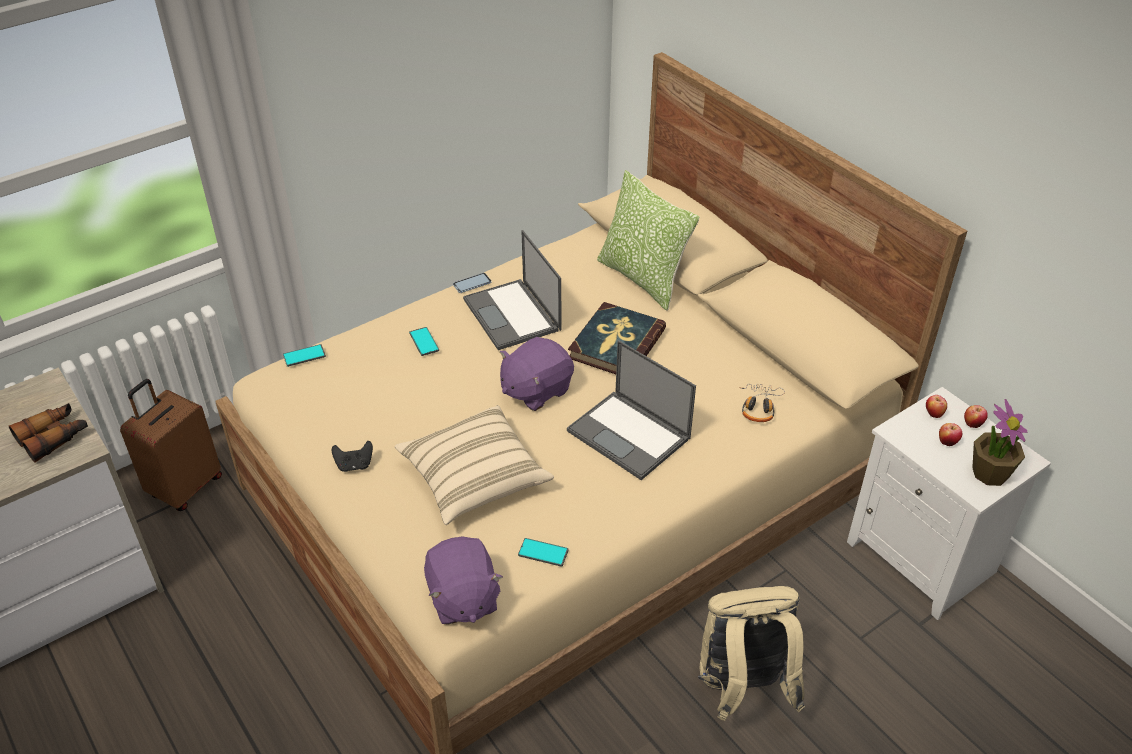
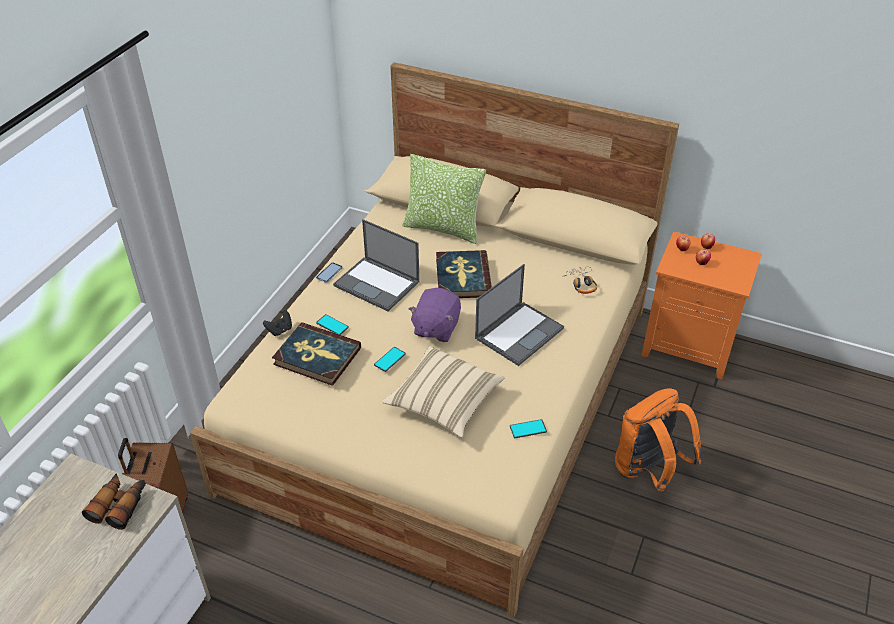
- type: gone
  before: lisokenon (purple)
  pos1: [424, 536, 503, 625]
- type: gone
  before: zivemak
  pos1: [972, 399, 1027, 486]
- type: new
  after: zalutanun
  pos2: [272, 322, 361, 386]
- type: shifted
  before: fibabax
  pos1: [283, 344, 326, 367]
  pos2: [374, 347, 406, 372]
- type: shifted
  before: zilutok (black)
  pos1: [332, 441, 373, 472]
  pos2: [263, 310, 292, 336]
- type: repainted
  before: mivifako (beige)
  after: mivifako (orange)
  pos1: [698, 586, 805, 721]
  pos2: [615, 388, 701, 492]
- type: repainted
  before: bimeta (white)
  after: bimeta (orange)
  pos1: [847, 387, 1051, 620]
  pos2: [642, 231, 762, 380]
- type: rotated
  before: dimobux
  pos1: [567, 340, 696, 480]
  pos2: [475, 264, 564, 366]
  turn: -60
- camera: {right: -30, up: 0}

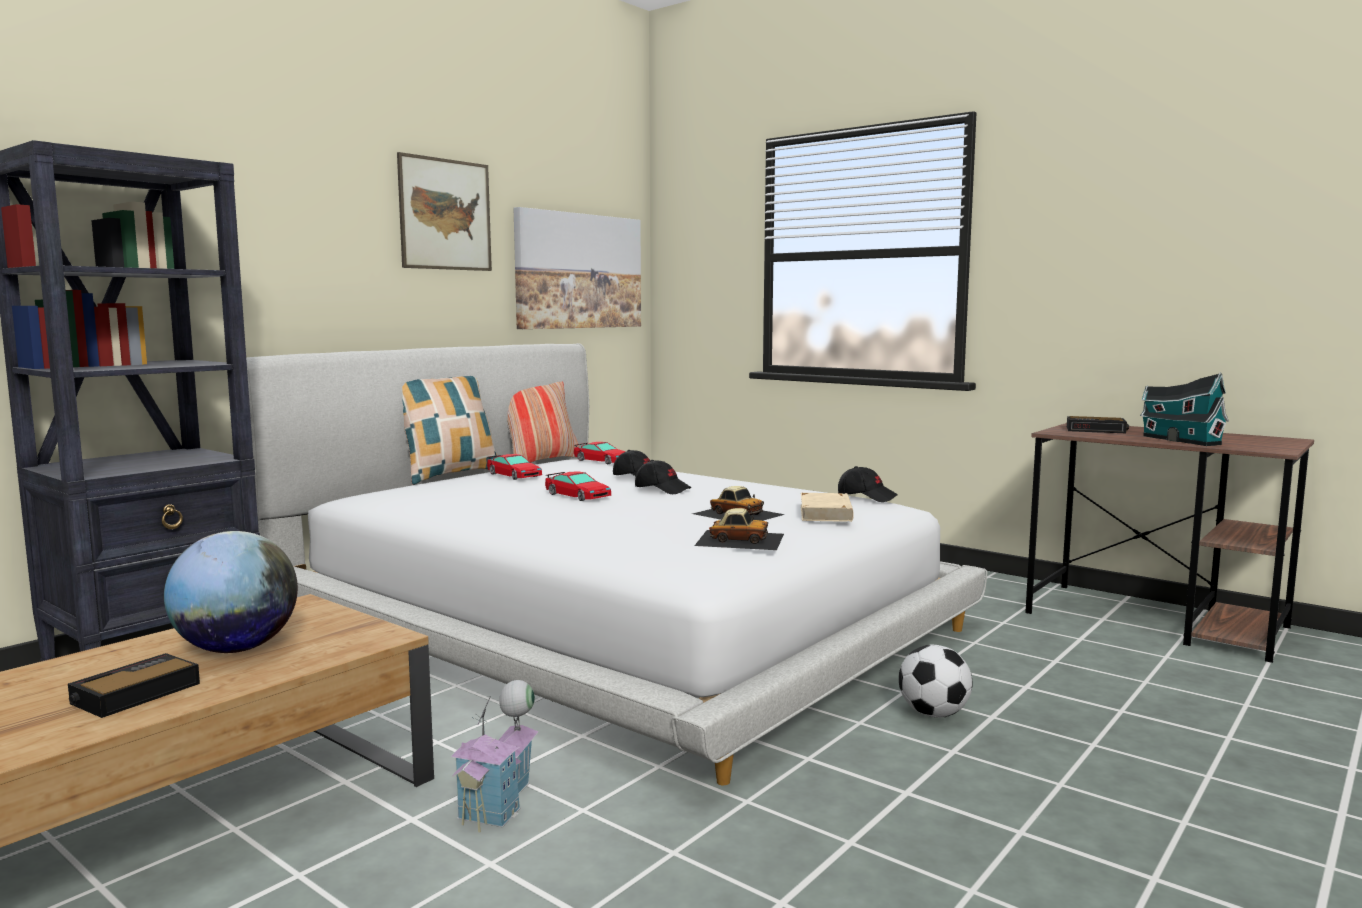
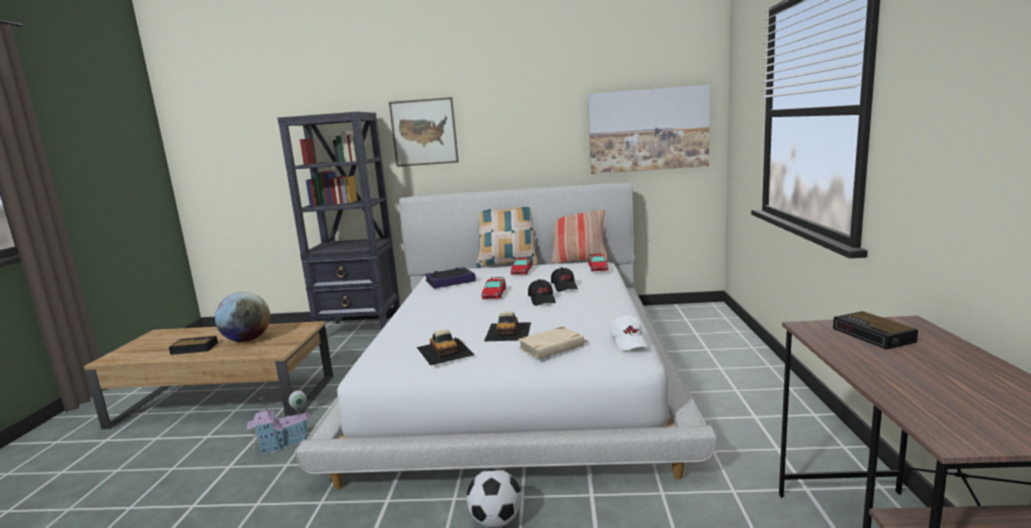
- type: gone
  before: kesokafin
  pos1: [1140, 372, 1229, 446]
- type: new
  after: zalutanun
  pos2: [425, 267, 476, 289]
- type: shifted
  before: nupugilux
  pos1: [397, 152, 492, 271]
  pos2: [389, 97, 459, 167]
- type: repainted
  before: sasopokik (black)
  after: sasopokik (white)
  pos1: [838, 466, 898, 502]
  pos2: [610, 315, 648, 350]
- camera: {right: 55, up: 5}

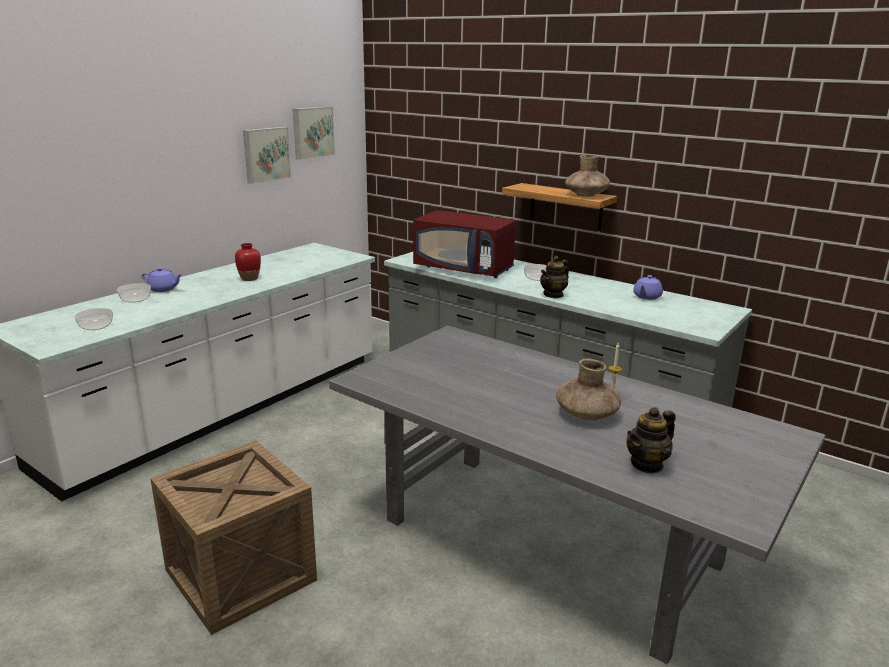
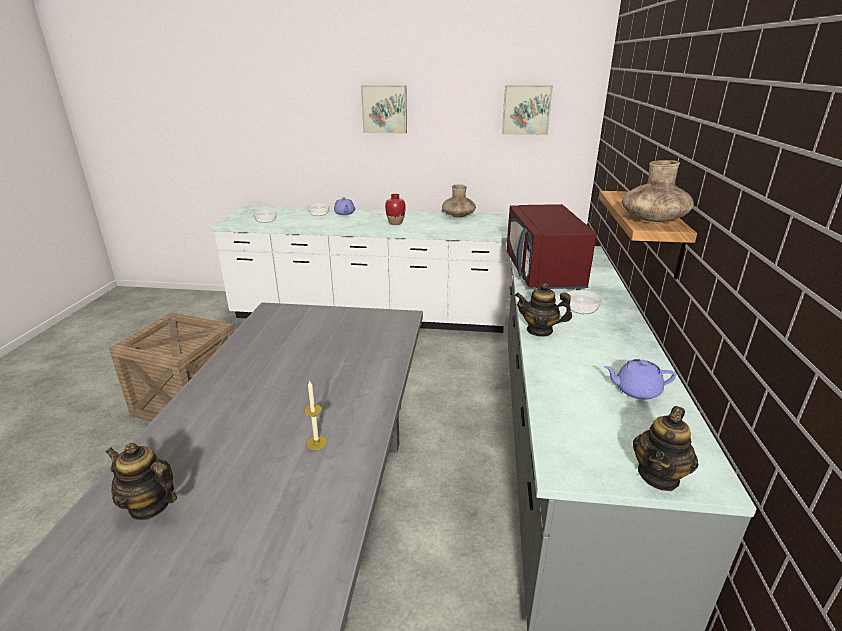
- type: new
  after: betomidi
  pos2: [633, 406, 698, 491]
- type: shifted
  before: nupugilux
  pos1: [243, 127, 291, 184]
  pos2: [361, 85, 407, 134]
- type: shifted
  before: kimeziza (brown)
  pos1: [556, 358, 621, 420]
  pos2: [442, 184, 476, 218]
- camera: {right: 60, up: 5}

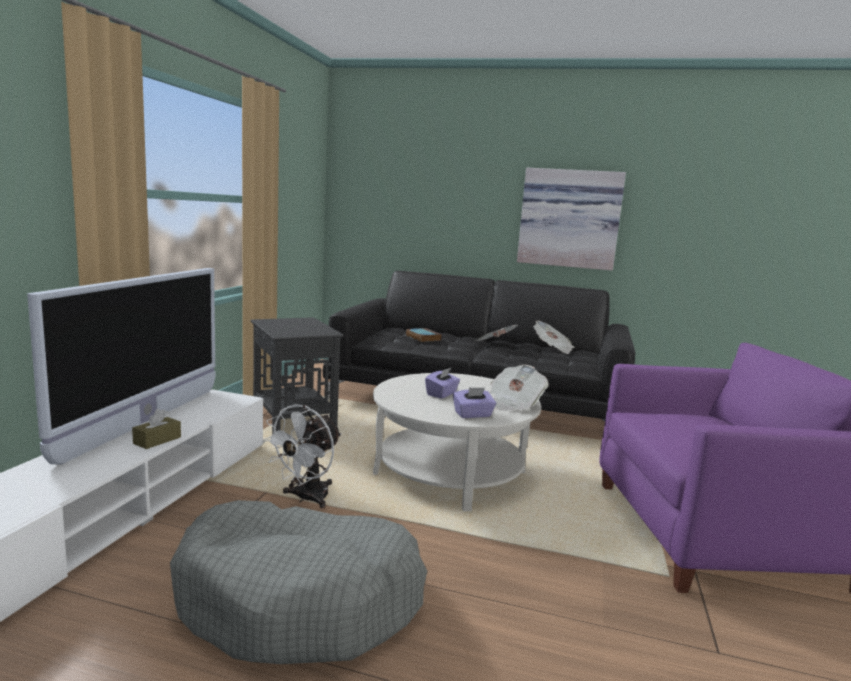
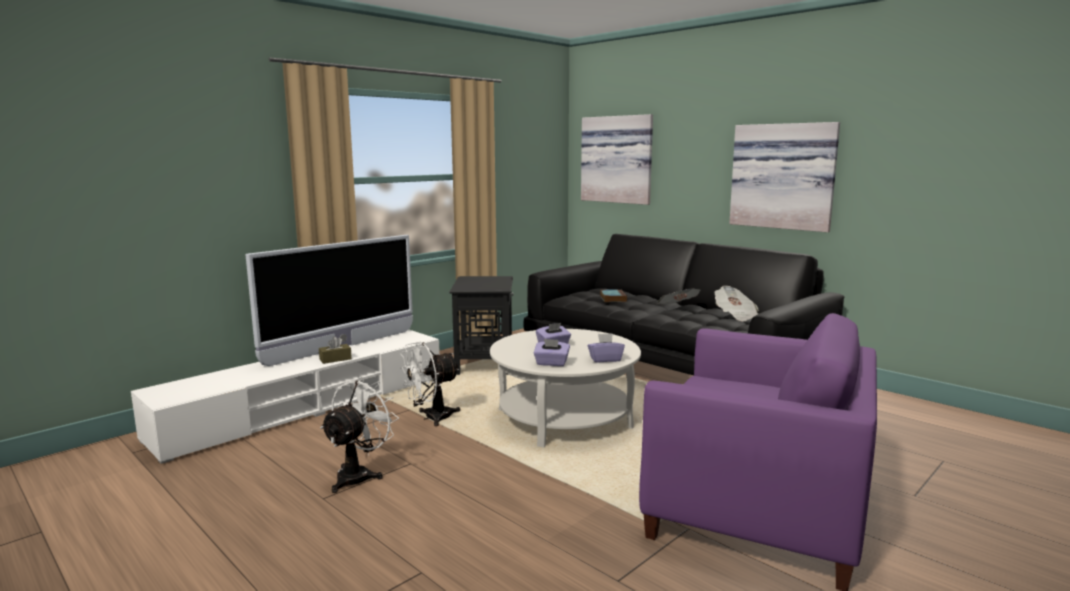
- type: new
  after: nupugilux
  pos2: [581, 114, 653, 205]
- type: swapped
  before: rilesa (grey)
  after: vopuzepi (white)
  pos1: [170, 500, 427, 664]
  pos2: [320, 377, 399, 493]
- type: swapped
  before: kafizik
  after: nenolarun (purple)
  pos1: [489, 365, 549, 411]
  pos2: [588, 333, 625, 362]
- camera: {right: 30, up: 0}

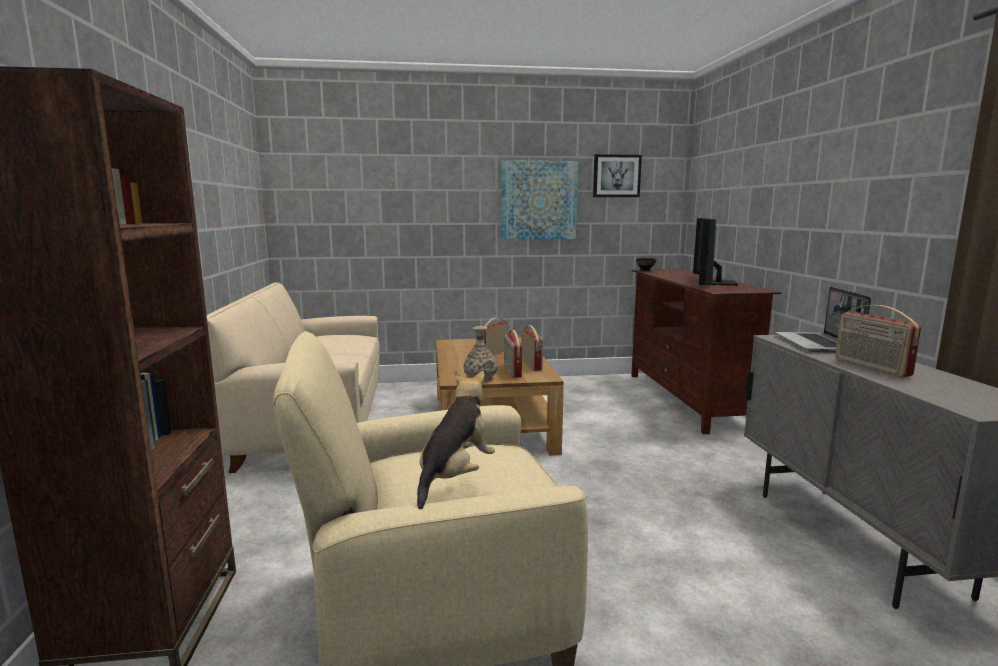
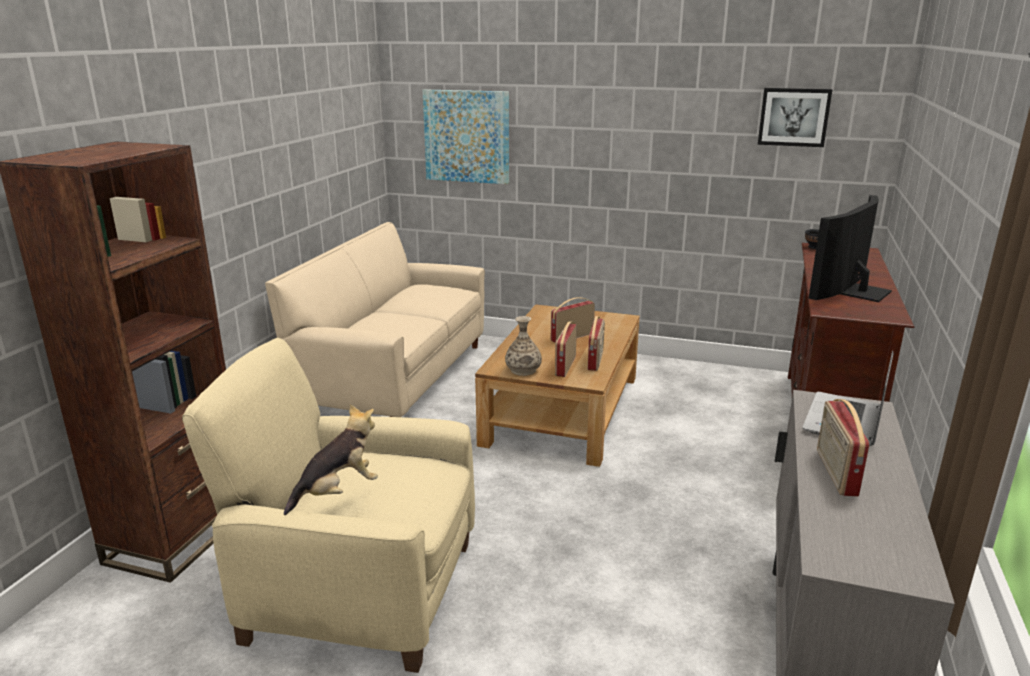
- type: shifted
  before: nupugilux
  pos1: [501, 160, 578, 240]
  pos2: [422, 89, 509, 184]
- camera: {right: 25, up: 10}

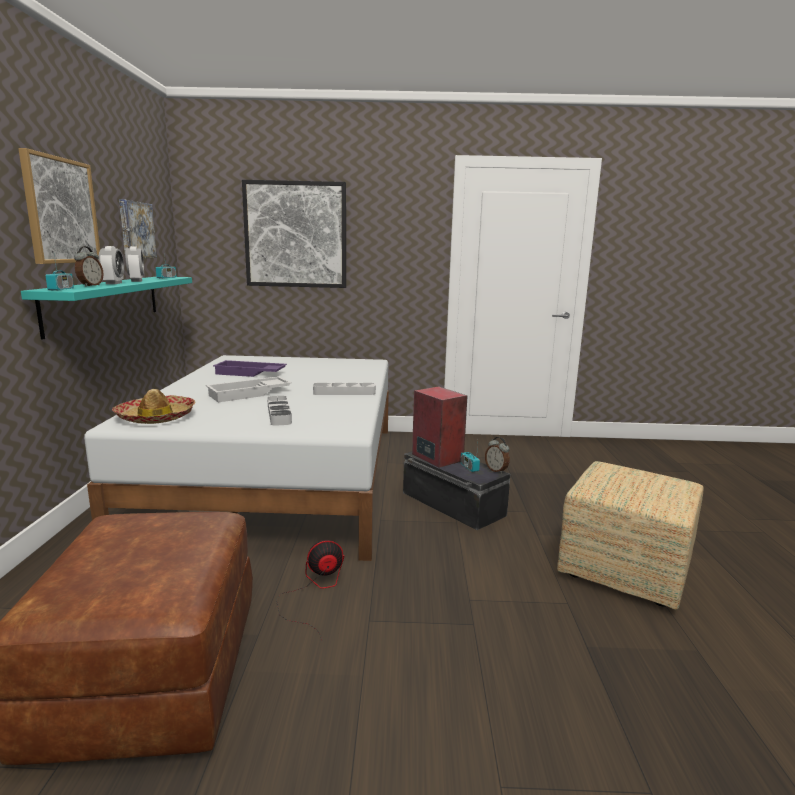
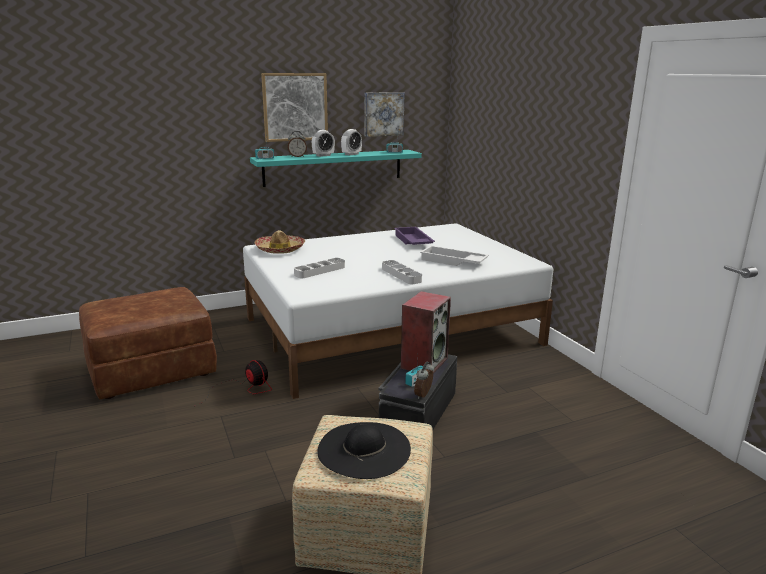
- type: gone
  before: nupugilux
  pos1: [242, 180, 346, 288]
- type: new
  after: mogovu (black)
  pos2: [317, 422, 411, 479]
- type: shifted
  before: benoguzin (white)
  pos1: [206, 376, 292, 402]
  pos2: [420, 246, 489, 266]
- camera: {right: 65, up: 5}

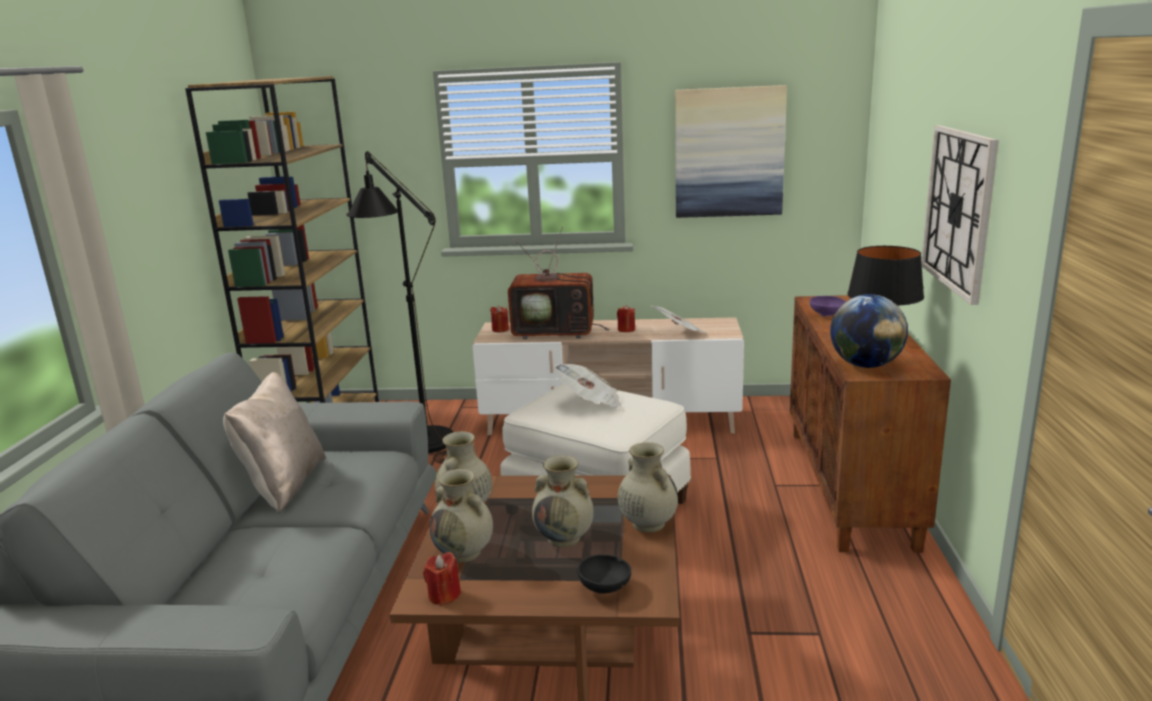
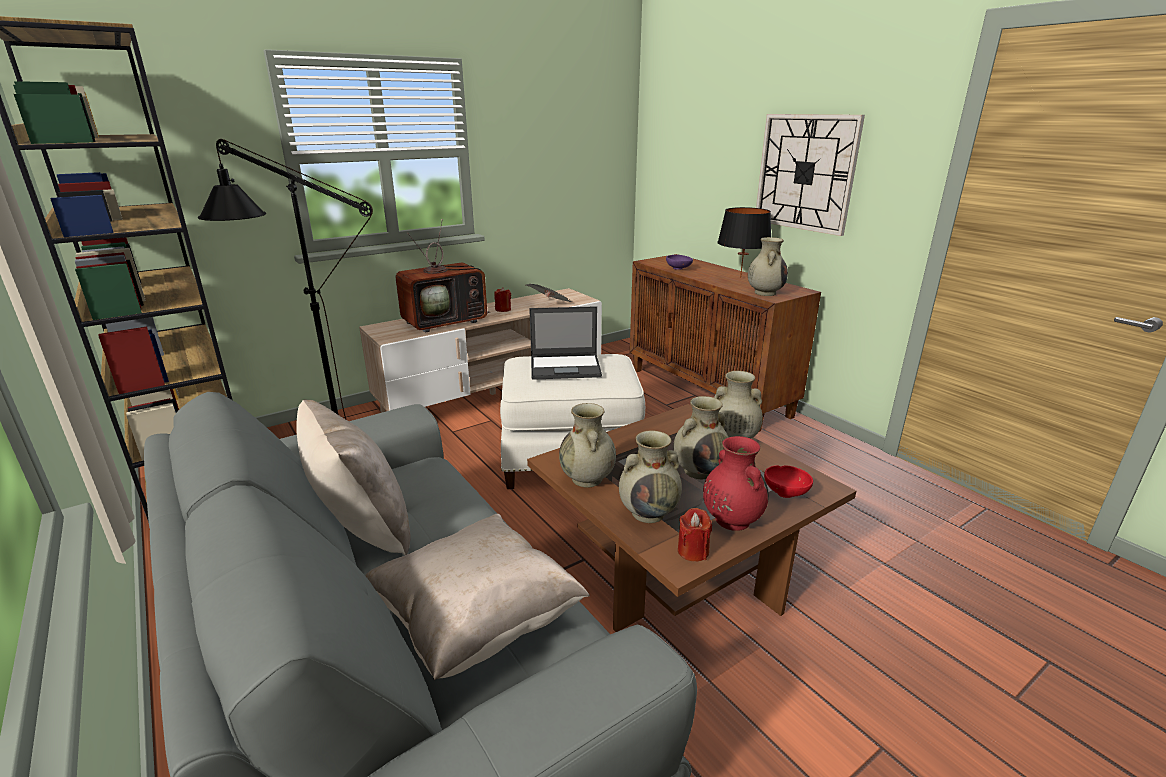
- type: gone
  before: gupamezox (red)
  pos1: [490, 306, 509, 332]
- type: gone
  before: nupugilux
  pos1: [675, 85, 787, 218]
- type: new
  after: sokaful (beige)
  pos2: [365, 514, 590, 680]
- type: new
  after: kimeziza (red)
  pos2: [703, 436, 769, 531]
- type: swapped
  before: kafizik
  after: dimobux
  pos1: [554, 364, 622, 408]
  pos2: [529, 306, 602, 380]
- type: swapped
  before: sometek
  after: kimeziza (beige)
  pos1: [830, 294, 908, 368]
  pos2: [748, 237, 788, 296]
- type: repainted
  before: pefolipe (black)
  after: pefolipe (red)
  pos1: [578, 555, 631, 594]
  pos2: [764, 465, 813, 498]
- camera: {right: -40, up: 5}

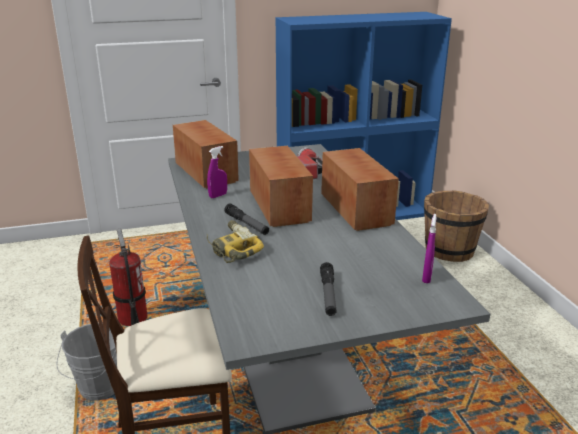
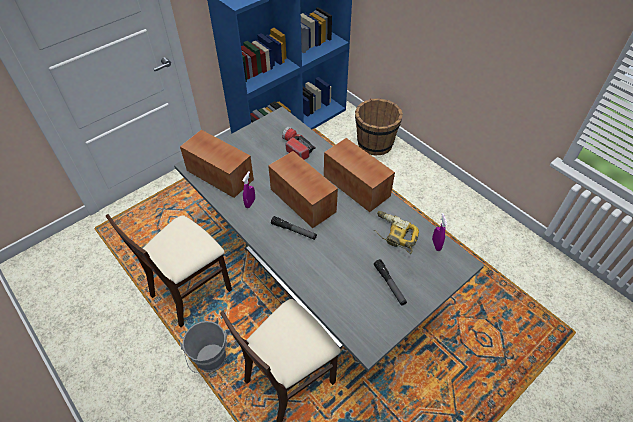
- type: shifted
  before: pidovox
  pos1: [207, 220, 264, 263]
  pos2: [374, 211, 419, 254]
- type: swapped
  before: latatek
  after: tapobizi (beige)
  pos1: [109, 228, 147, 326]
  pos2: [106, 214, 232, 327]
- camera: {right: -25, up: 25}

